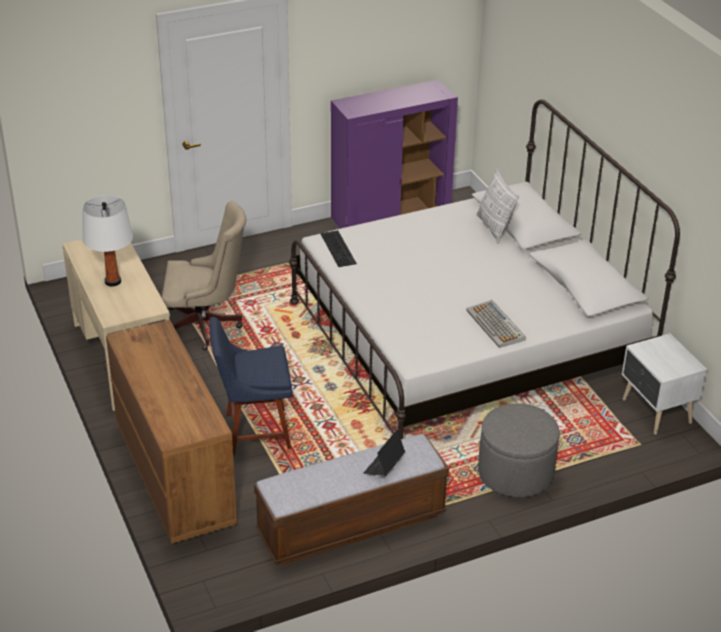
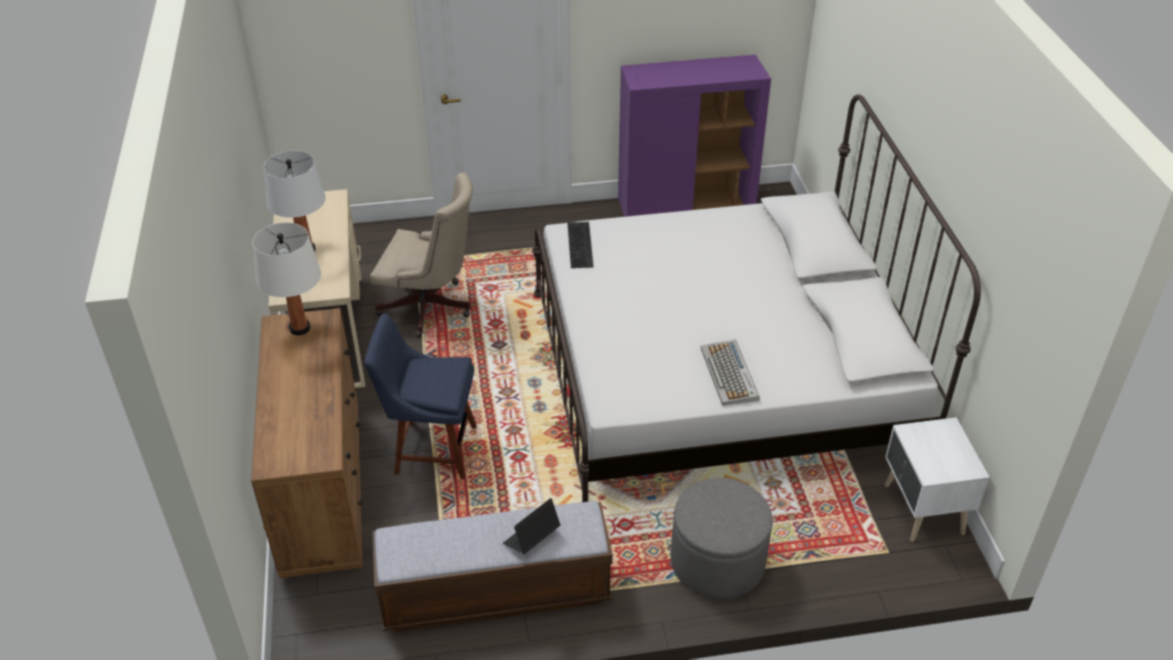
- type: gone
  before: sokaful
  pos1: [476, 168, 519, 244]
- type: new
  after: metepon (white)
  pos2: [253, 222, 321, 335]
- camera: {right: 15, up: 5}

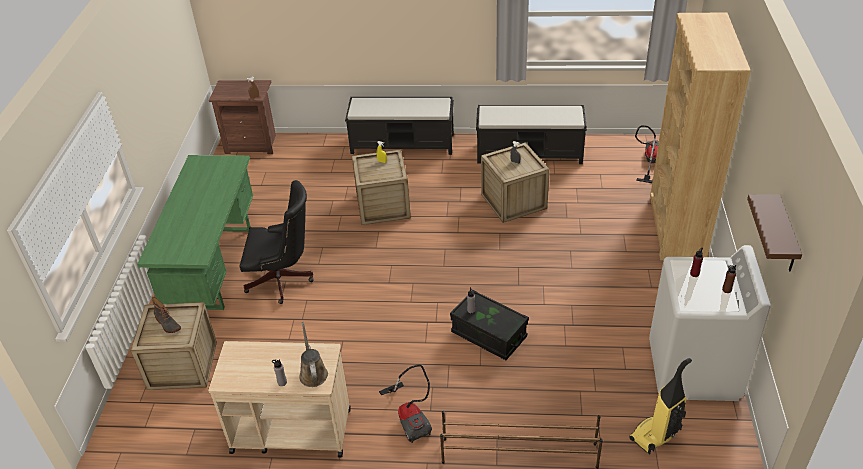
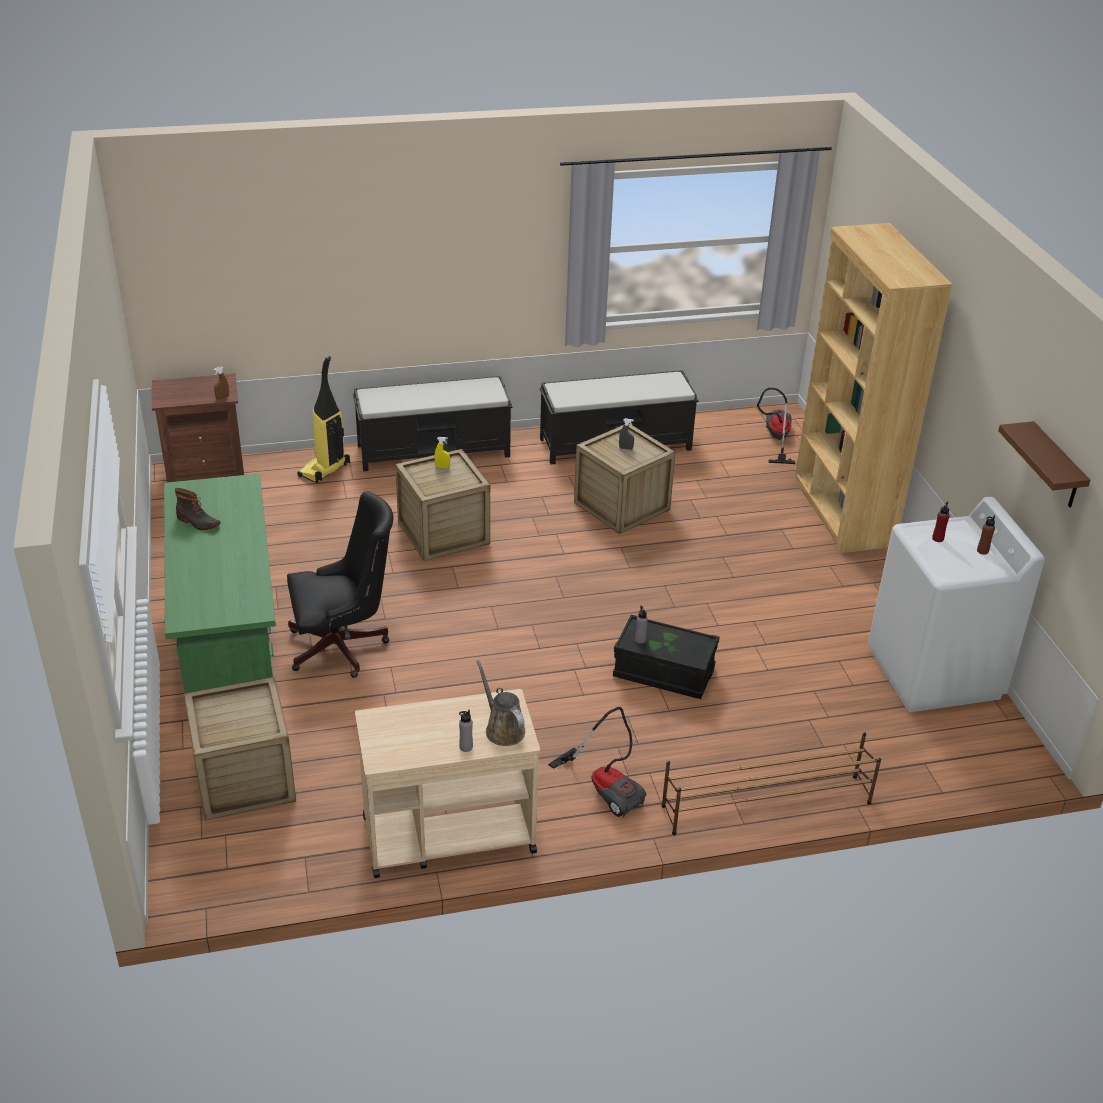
- type: shifted
  before: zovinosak
  pos1: [152, 298, 181, 333]
  pos2: [175, 488, 220, 530]
- type: shifted
  before: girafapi
  pos1: [629, 358, 692, 454]
  pos2: [297, 356, 350, 483]
- camera: {right: -20, up: -5}

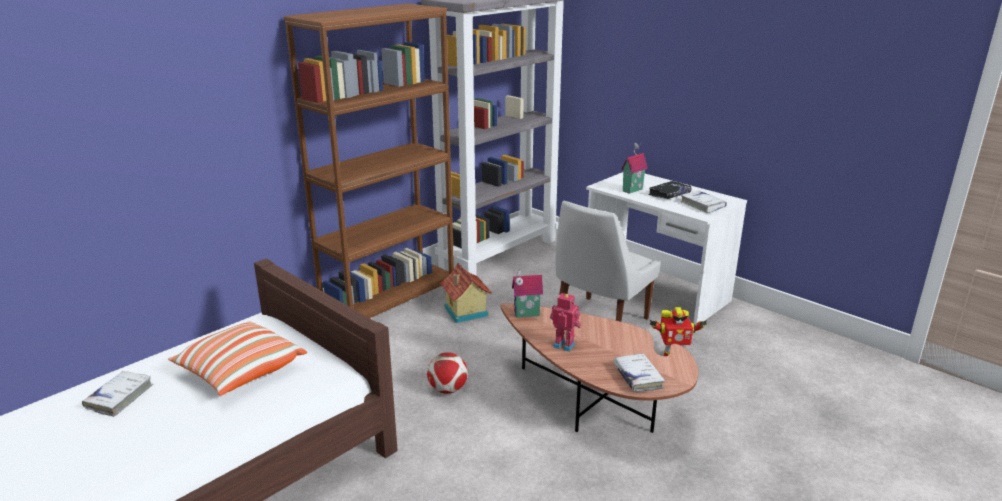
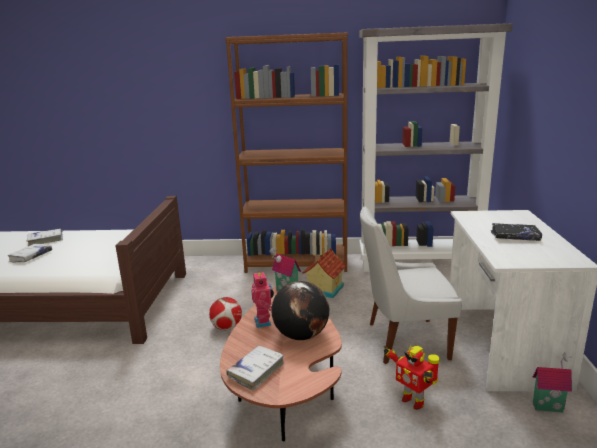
- type: gone
  before: sokaful
  pos1: [168, 321, 307, 396]
- type: new
  after: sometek
  pos2: [272, 281, 329, 340]
- type: shifted
  before: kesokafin
  pos1: [621, 143, 648, 194]
  pos2: [533, 352, 572, 412]
- type: shifted
  before: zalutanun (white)
  pos1: [680, 190, 727, 213]
  pos2: [7, 243, 52, 262]
- camera: {right: 50, up: -5}

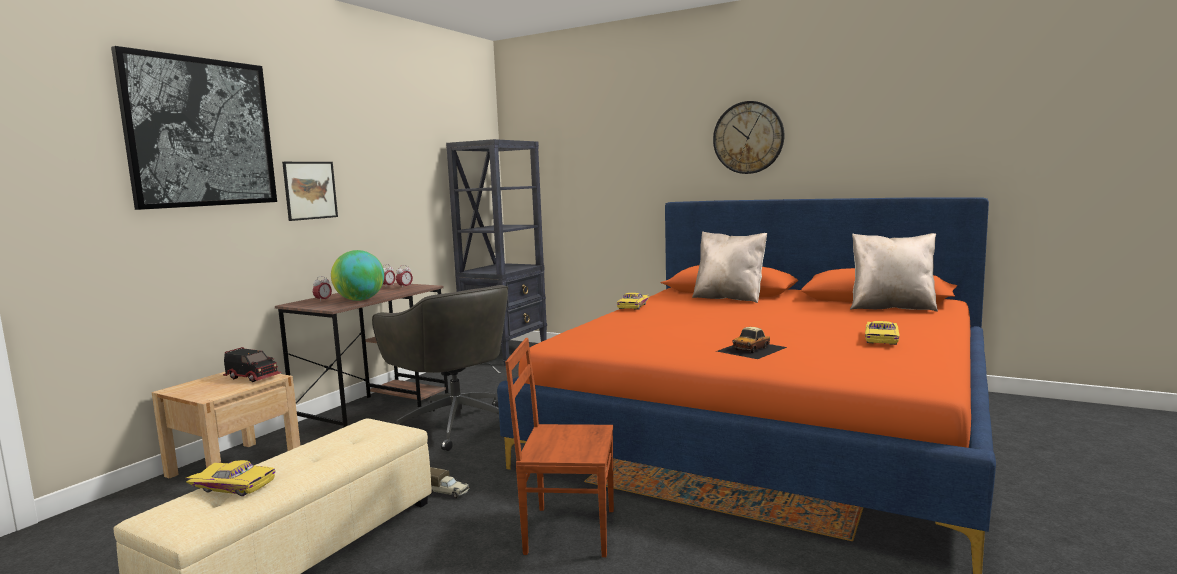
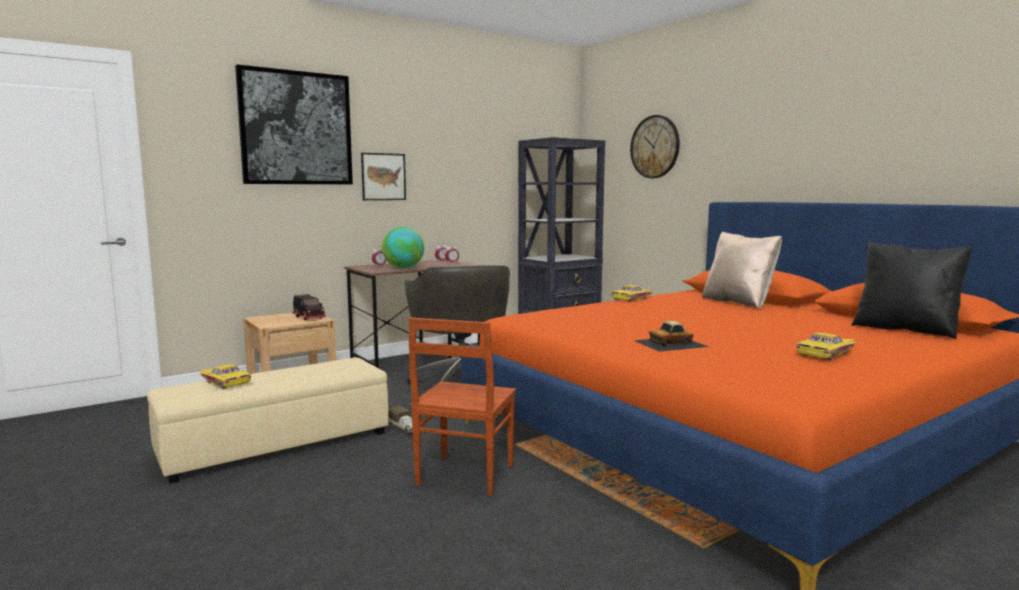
- type: shifted
  before: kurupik
  pos1: [713, 101, 784, 174]
  pos2: [630, 115, 680, 178]
- type: repainted
  before: sokaful (beige)
  after: sokaful (black)
  pos1: [850, 233, 938, 312]
  pos2: [851, 241, 972, 339]
- type: rotated
  before: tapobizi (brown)
  pos1: [505, 338, 614, 557]
  pos2: [409, 318, 516, 496]
  turn: -105
- camera: {right: 25, up: 0}

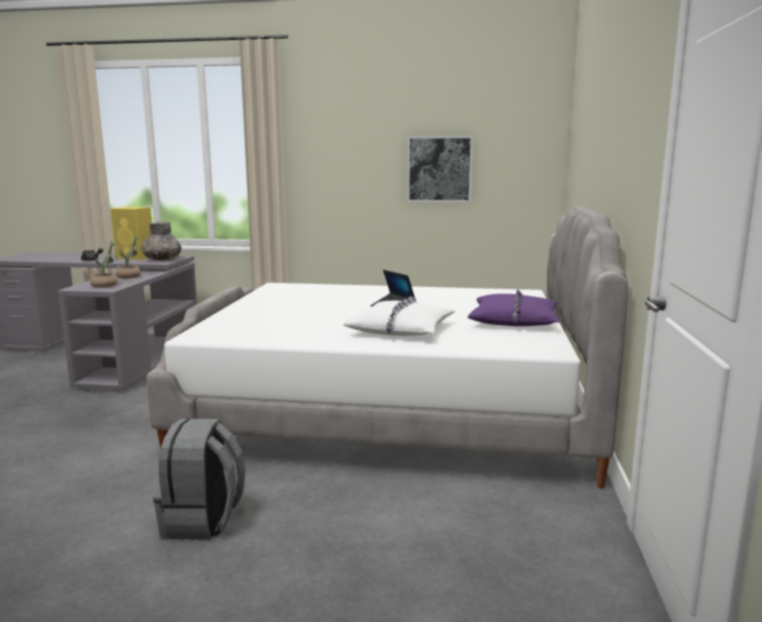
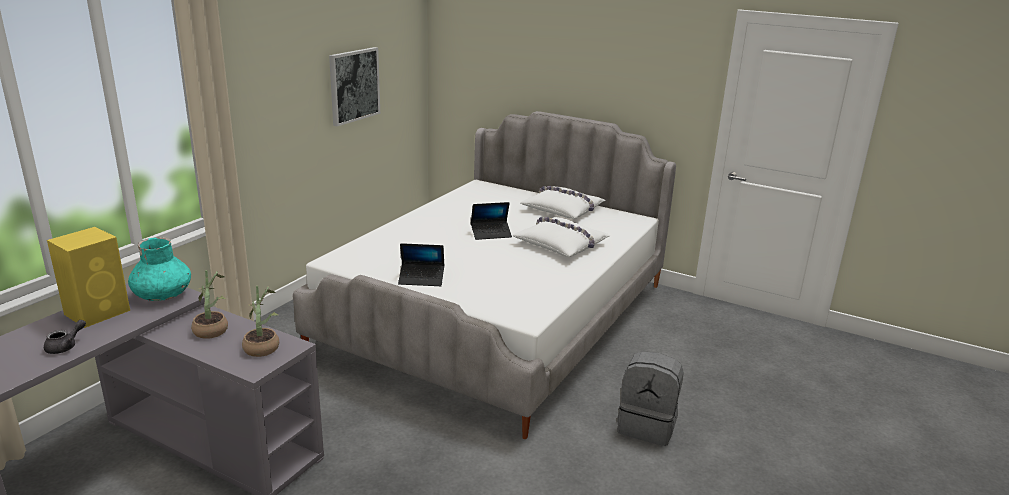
- type: new
  after: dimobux
  pos2: [398, 243, 444, 286]
- type: repainted
  before: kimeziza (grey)
  after: kimeziza (turquoise)
  pos1: [142, 221, 181, 261]
  pos2: [128, 237, 191, 301]
- type: repainted
  before: sokaful (purple)
  after: sokaful (white)
  pos1: [468, 289, 560, 326]
  pos2: [520, 186, 606, 219]
- camera: {right: -70, up: 10}

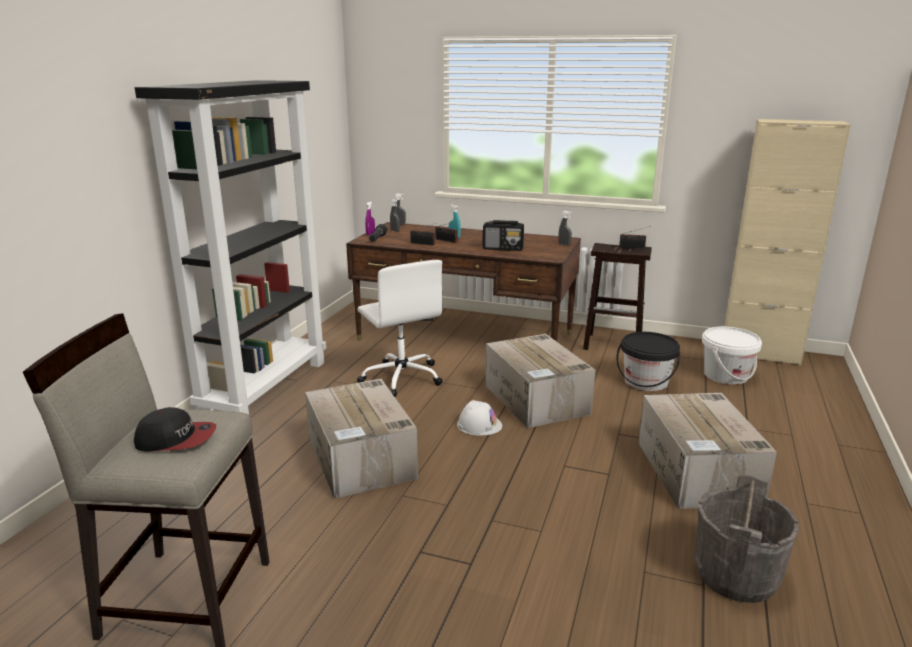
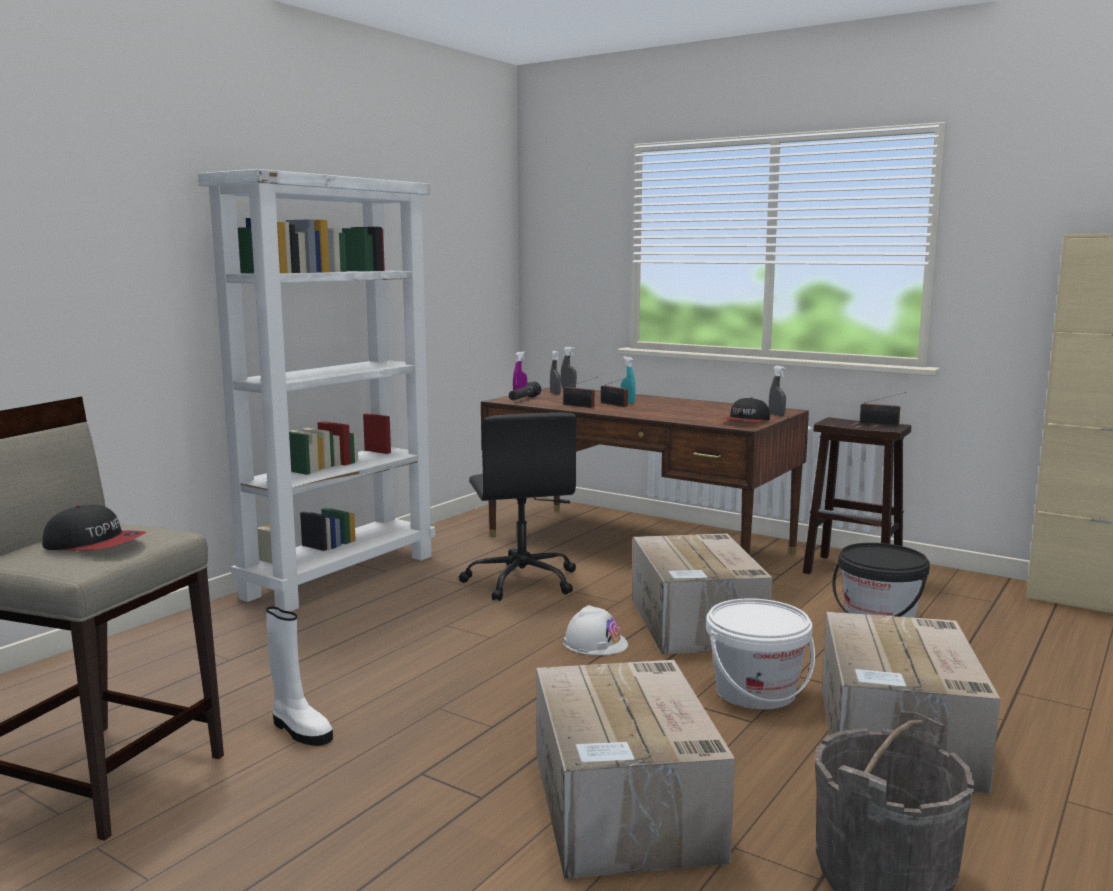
- type: gone
  before: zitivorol
  pos1: [483, 220, 524, 251]
- type: new
  after: zovinosak (white)
  pos2: [266, 606, 333, 746]
- type: new
  after: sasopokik
  pos2: [723, 397, 770, 422]
- type: shifted
  before: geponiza
  pos1: [305, 379, 418, 499]
  pos2: [536, 660, 735, 879]
- type: shifted
  before: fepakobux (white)
  pos1: [702, 326, 762, 385]
  pos2: [706, 598, 815, 709]
- type: repainted
  before: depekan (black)
  after: depekan (white)
  pos1: [135, 80, 326, 415]
  pos2: [198, 169, 435, 612]
- type: repainted
  before: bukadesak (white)
  after: bukadesak (black)
  pos1: [357, 260, 443, 397]
  pos2: [459, 412, 577, 601]
- camera: {right: 15, up: -10}

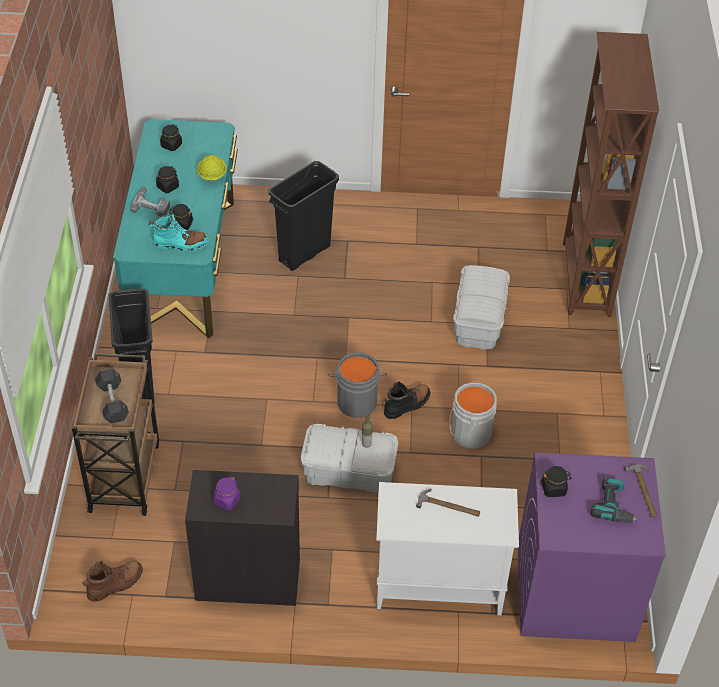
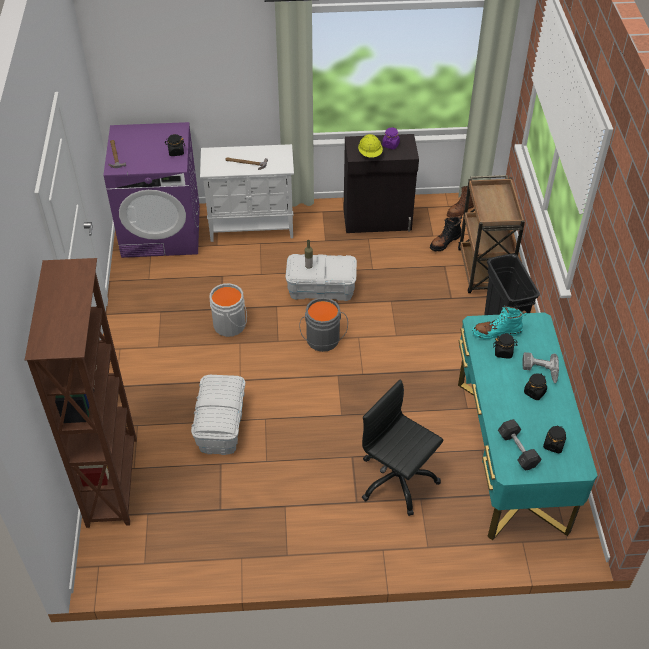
- type: gone
  before: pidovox
  pos1: [591, 478, 638, 523]
- type: shifted
  before: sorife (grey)
  pos1: [95, 369, 129, 424]
  pos2: [498, 419, 542, 470]
- type: shifted
  before: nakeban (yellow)
  pos1: [197, 155, 227, 181]
  pos2: [358, 134, 383, 158]
- type: shifted
  before: zovinosak (black)
  pos1: [384, 381, 430, 419]
  pos2: [430, 216, 462, 252]
- type: swapped
  before: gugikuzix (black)
  after: bukadesak (black)
  pos1: [268, 161, 339, 271]
  pos2: [362, 380, 443, 516]
- camera: {right: 175, up: 0}

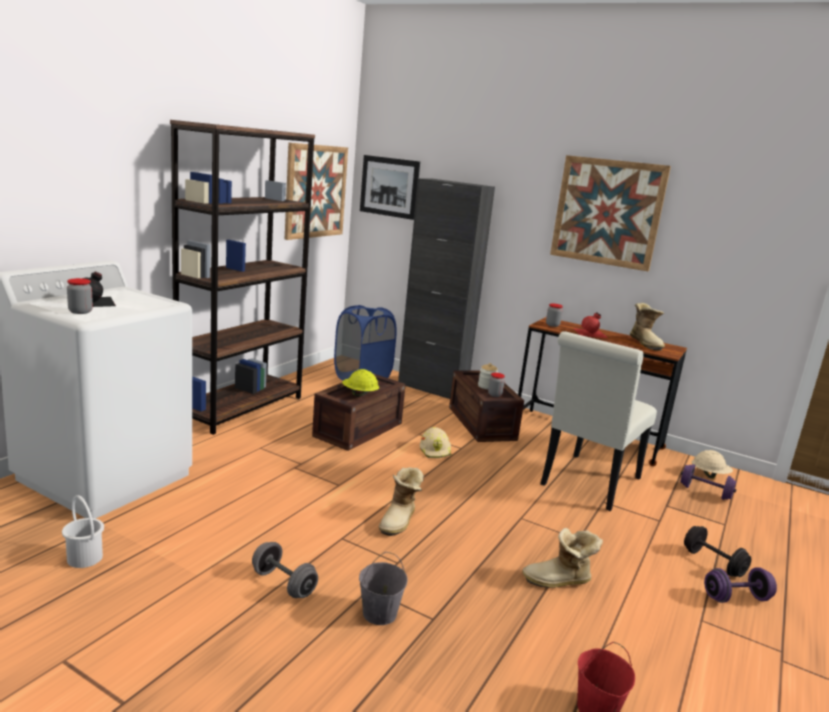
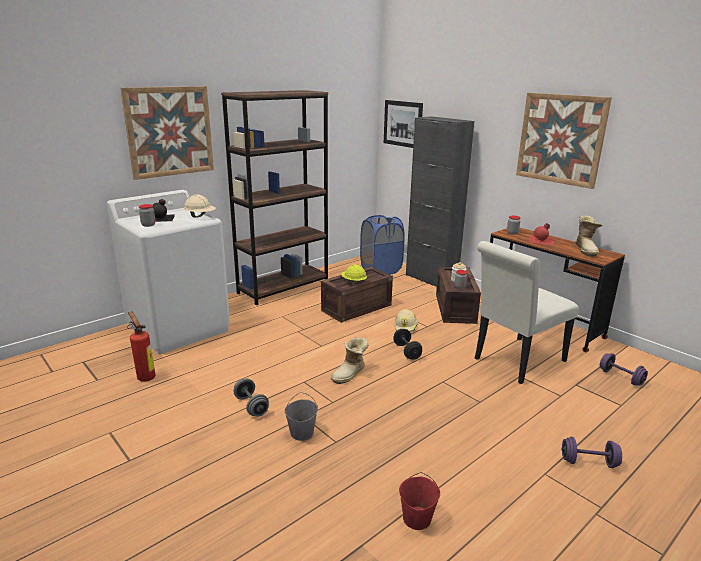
- type: gone
  before: zovinosak
  pos1: [522, 528, 603, 588]
- type: shifted
  before: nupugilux
  pos1: [285, 143, 348, 240]
  pos2: [120, 86, 214, 180]
- type: shifted
  before: sorife (black)
  pos1: [684, 526, 751, 577]
  pos2: [393, 329, 422, 360]
- type: shifted
  before: nakeban (beige)
  pos1: [692, 450, 733, 479]
  pos2: [183, 194, 216, 218]
- type: swapped
  before: fepakobux (white)
  after: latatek
  pos1: [62, 495, 104, 568]
  pos2: [127, 311, 156, 382]
- camera: {right: 20, up: 5}

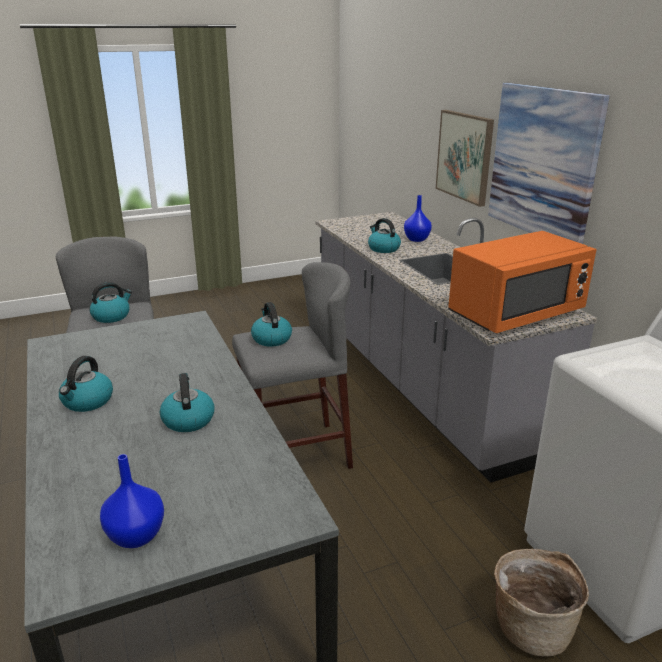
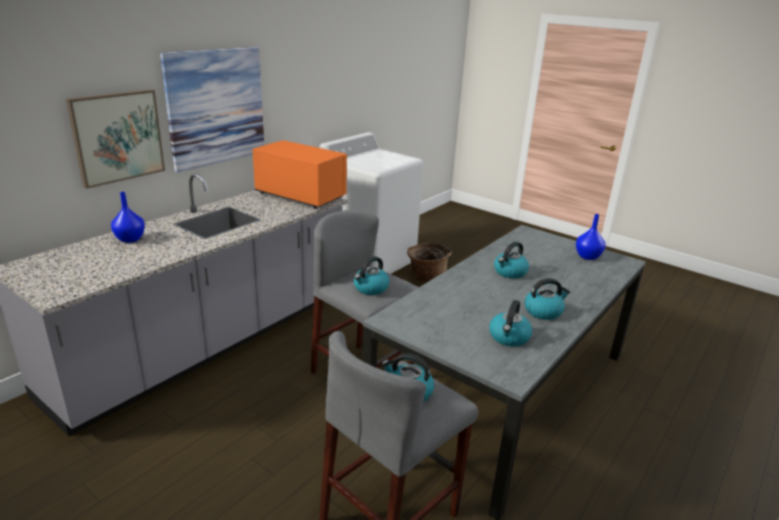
- type: shifted
  before: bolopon
  pos1: [368, 218, 401, 253]
  pos2: [489, 300, 532, 347]
- camera: {right: -120, up: 0}

